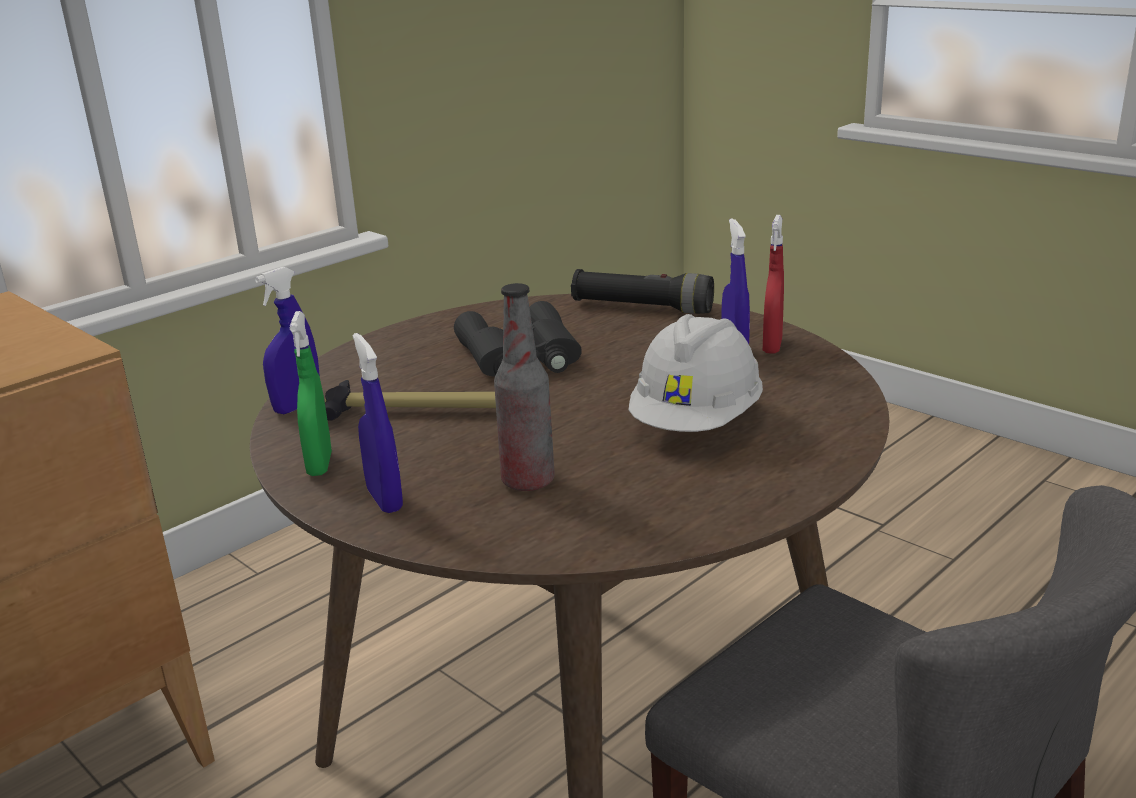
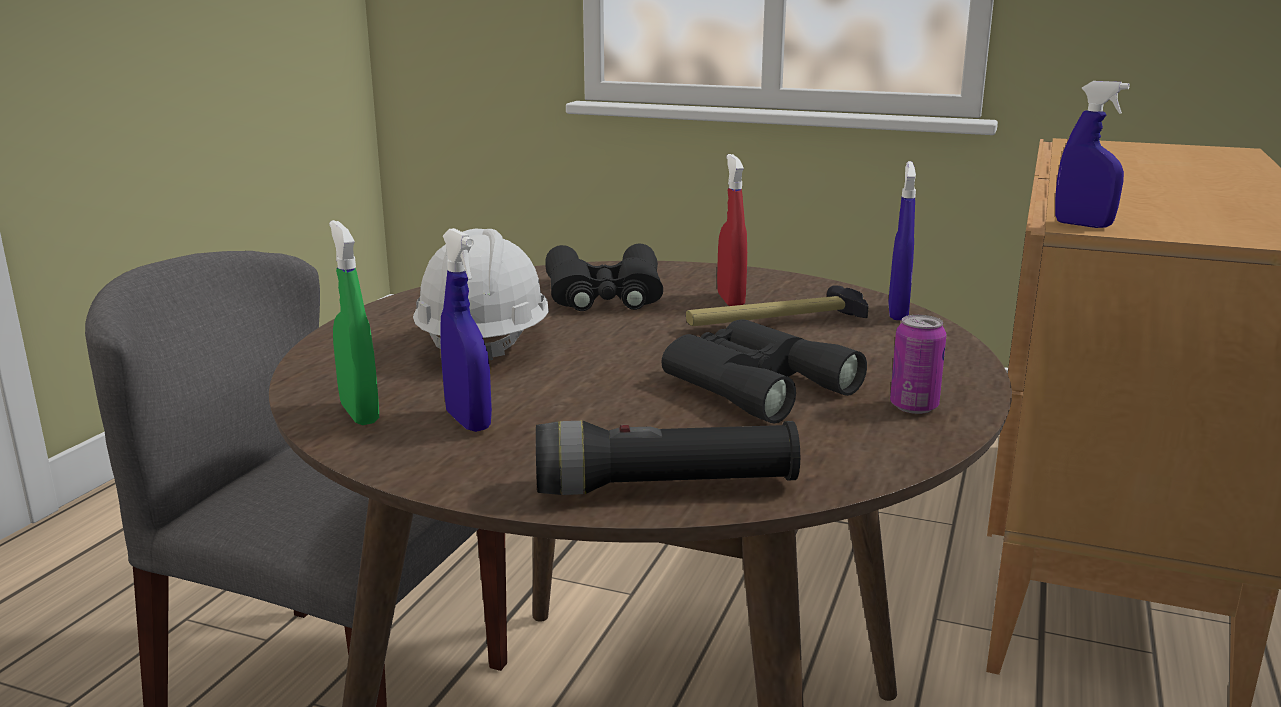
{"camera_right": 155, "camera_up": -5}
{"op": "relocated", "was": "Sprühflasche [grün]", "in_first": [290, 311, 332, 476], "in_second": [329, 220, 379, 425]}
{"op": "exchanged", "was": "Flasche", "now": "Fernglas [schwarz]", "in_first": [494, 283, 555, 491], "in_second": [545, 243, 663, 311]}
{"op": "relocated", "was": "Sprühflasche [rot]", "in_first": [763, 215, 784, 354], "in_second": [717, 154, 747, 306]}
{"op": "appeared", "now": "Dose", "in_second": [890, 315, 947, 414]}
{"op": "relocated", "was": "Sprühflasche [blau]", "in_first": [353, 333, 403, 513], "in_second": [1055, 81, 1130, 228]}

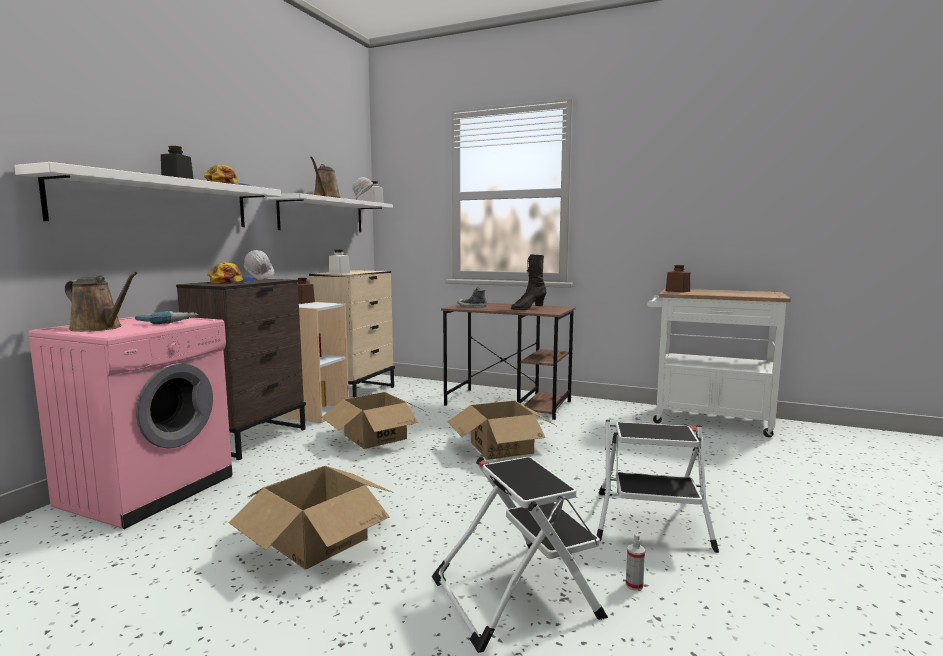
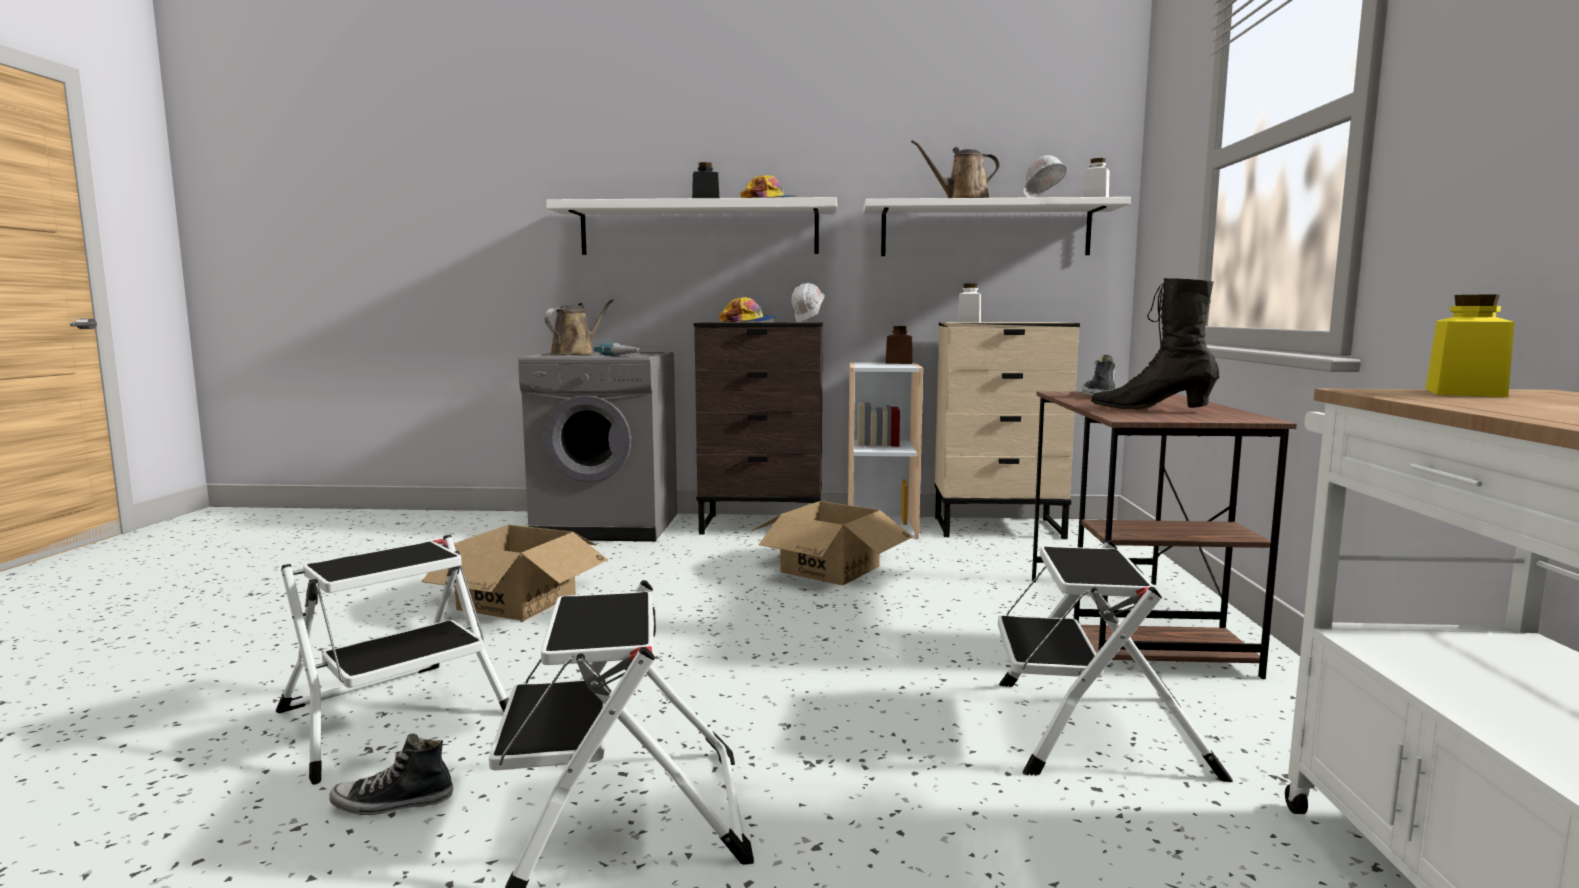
{"camera_right": 70, "camera_up": 0}
{"op": "exchanged", "was": "Sprühflasche", "now": "Schuh", "in_first": [626, 534, 645, 591], "in_second": [329, 733, 453, 815]}
{"op": "colour", "was": "Waschmaschine [rosa]", "now": "Waschmaschine [grau]", "in_first": [29, 315, 233, 529], "in_second": [518, 352, 677, 542]}
{"op": "spun", "was": "Gießkanne [braun]", "in_first": [65, 272, 137, 332], "in_second": [544, 299, 614, 355], "clockwise": -150}
{"op": "appeared", "now": "Trittleiter", "in_second": [998, 540, 1233, 782]}
{"op": "colour", "was": "Vorratsglas [braun]", "now": "Vorratsglas [gelb]", "in_first": [666, 265, 690, 293], "in_second": [1426, 295, 1514, 397]}
{"op": "missing", "was": "Karton", "in_first": [447, 401, 556, 460]}

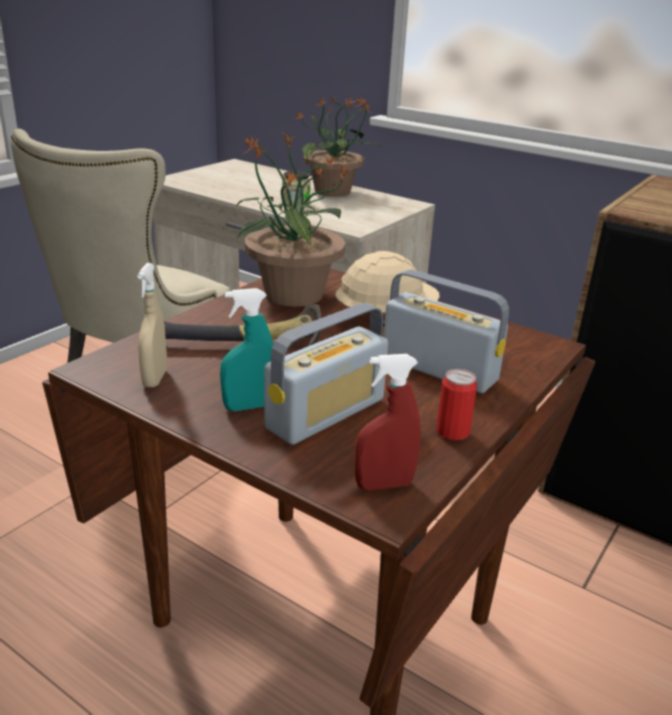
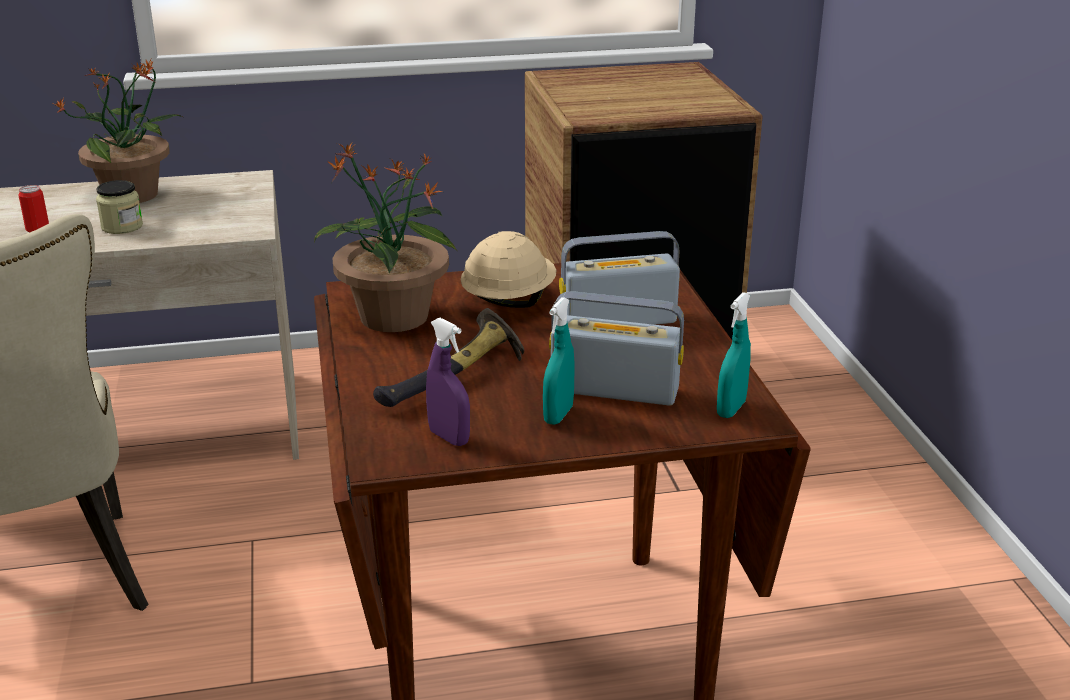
{"camera_right": -45, "camera_up": 0}
{"op": "relocated", "was": "Dose", "in_first": [436, 369, 477, 441], "in_second": [18, 185, 49, 232]}
{"op": "colour", "was": "Sprühflasche [beige]", "now": "Sprühflasche [lila]", "in_first": [137, 263, 167, 387], "in_second": [426, 318, 470, 446]}
{"op": "spun", "was": "Radio", "in_first": [264, 303, 388, 445], "in_second": [549, 292, 684, 406], "clockwise": -75}
{"op": "colour", "was": "Sprühflasche [rot]", "now": "Sprühflasche [türkis]", "in_first": [355, 354, 421, 490], "in_second": [717, 292, 751, 418]}

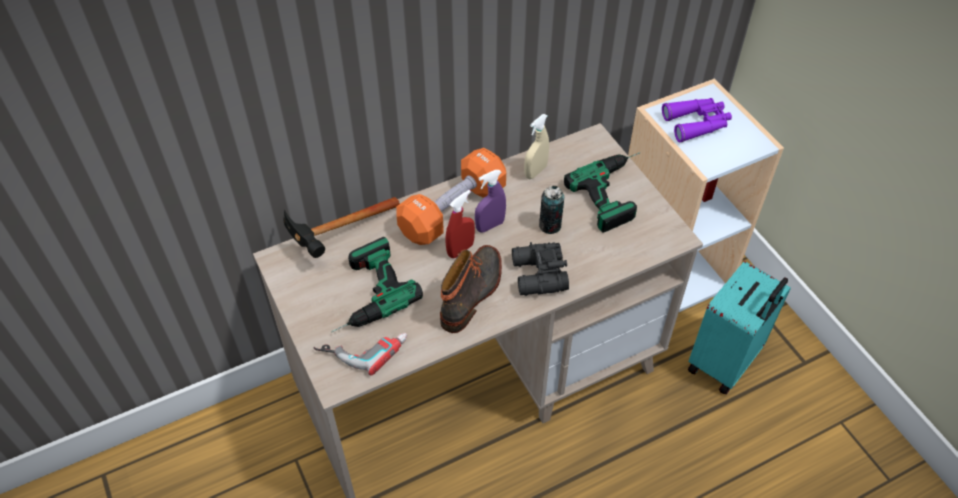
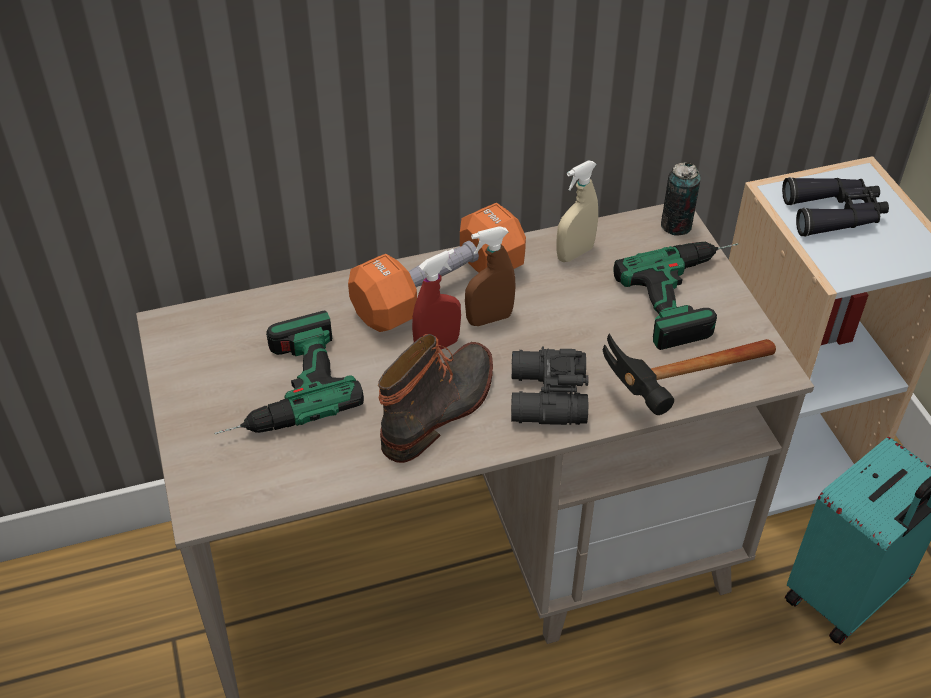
{"camera_right": 10, "camera_up": -5}
{"op": "colour", "was": "Sprühflasche [lila]", "now": "Sprühflasche [braun]", "in_first": [475, 170, 506, 232], "in_second": [465, 226, 515, 326]}
{"op": "relocated", "was": "Hammer", "in_first": [283, 197, 400, 258], "in_second": [603, 333, 776, 415]}
{"op": "relocated", "was": "Dose", "in_first": [539, 186, 564, 234], "in_second": [661, 162, 701, 236]}
{"op": "colour", "was": "Fernglas [lila]", "now": "Fernglas [schwarz]", "in_first": [662, 98, 732, 142], "in_second": [782, 177, 889, 237]}
{"op": "missing", "was": "Bohrmaschine", "in_first": [313, 333, 407, 376]}

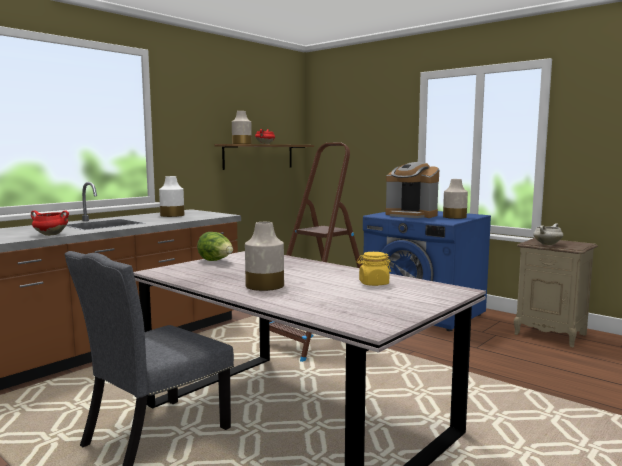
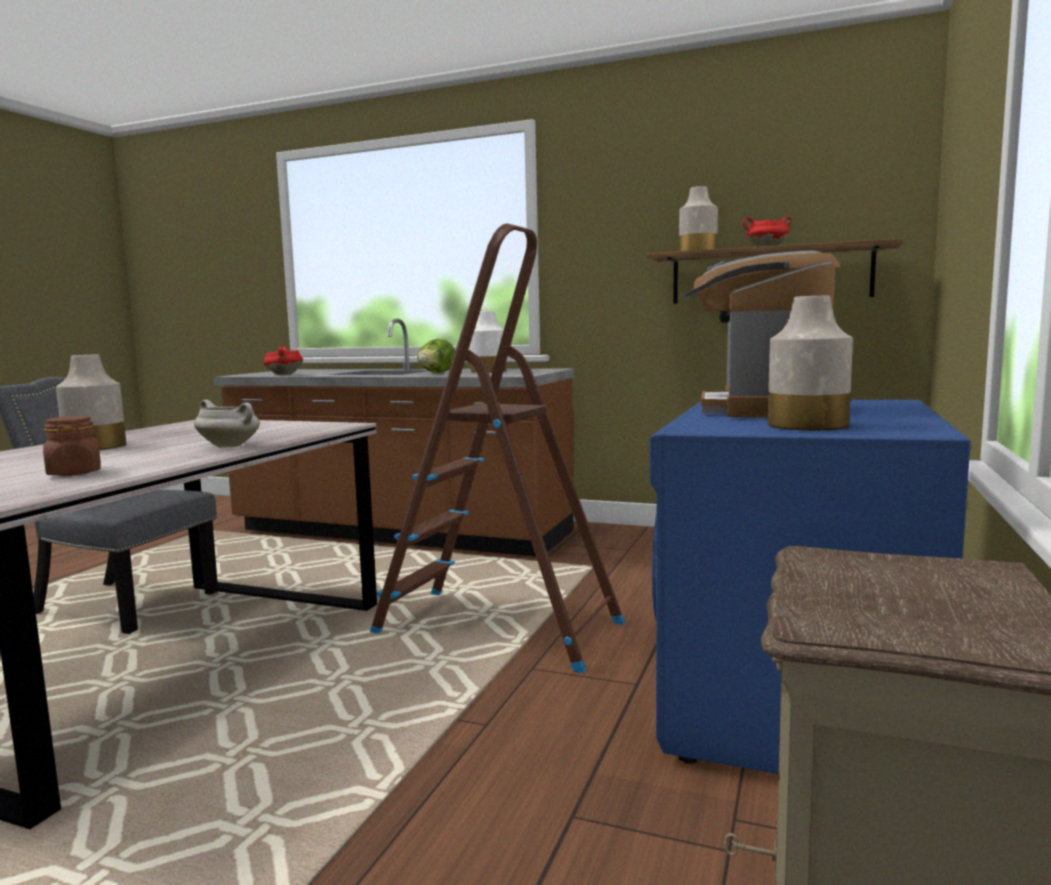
{"camera_right": 70, "camera_up": 0}
{"op": "colour", "was": "Vorratsglas [gelb]", "now": "Vorratsglas [braun]", "in_first": [357, 252, 391, 286], "in_second": [43, 416, 101, 476]}
{"op": "relocated", "was": "Kochtopf [weiß]", "in_first": [533, 224, 563, 245], "in_second": [194, 400, 260, 447]}
{"op": "relocated", "was": "Salatkopf", "in_first": [197, 232, 233, 261], "in_second": [417, 339, 455, 373]}

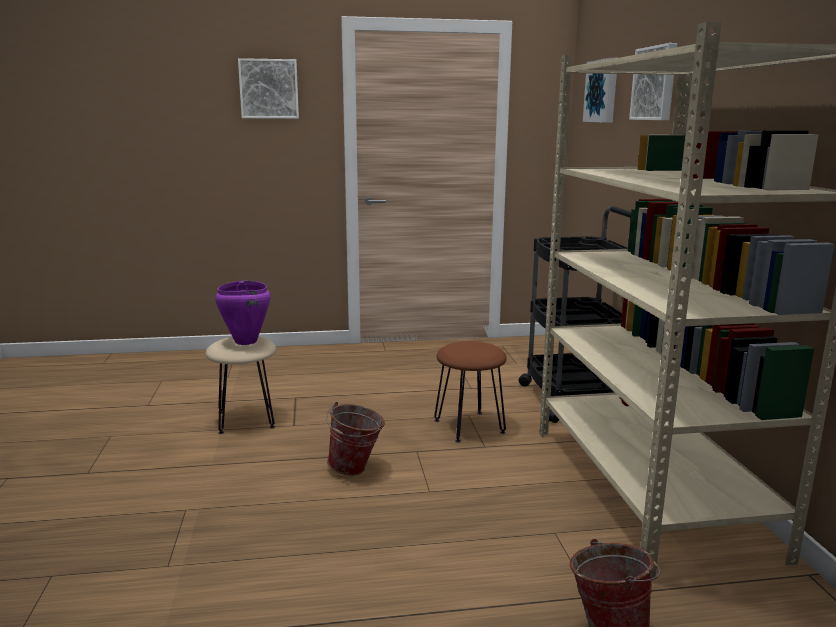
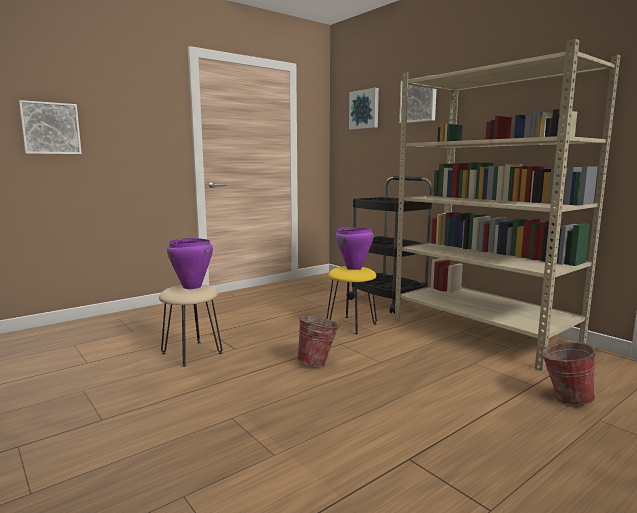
{"camera_right": -30, "camera_up": -5}
{"op": "relocated", "was": "Bild", "in_first": [238, 58, 299, 119], "in_second": [19, 100, 82, 154]}
{"op": "colour", "was": "Hocker [braun]", "now": "Hocker [gelb]", "in_first": [434, 341, 506, 443], "in_second": [326, 266, 377, 334]}
{"op": "appeared", "now": "Kochtopf [lila]", "in_second": [336, 227, 374, 270]}

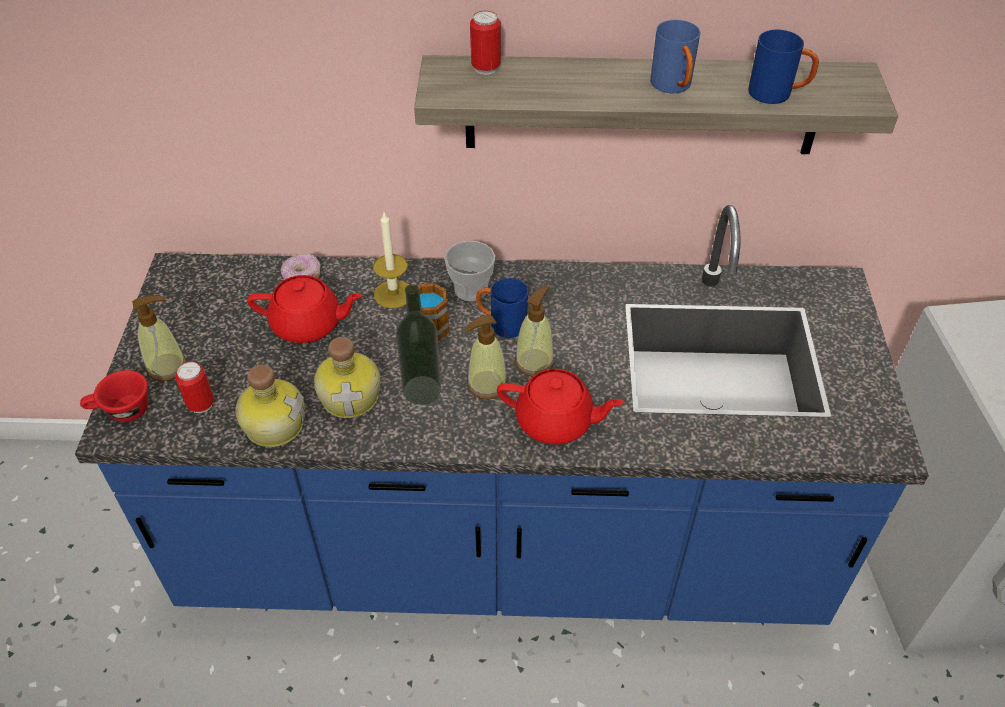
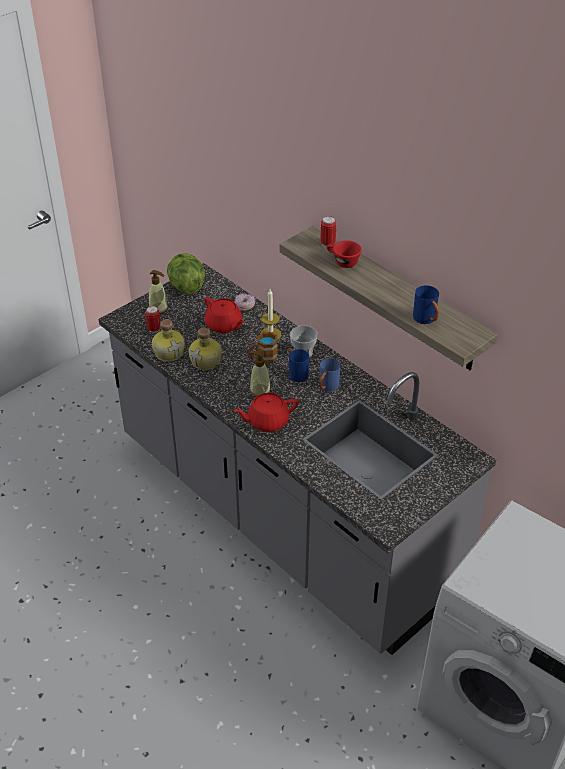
{"camera_right": 45, "camera_up": -5}
{"op": "colour", "was": "Küchenzeile [blau]", "now": "Küchenzeile [grau]", "in_first": [75, 205, 929, 625], "in_second": [99, 263, 496, 655]}
{"op": "appeared", "now": "Salatkopf", "in_second": [167, 253, 205, 295]}
{"op": "spun", "was": "Teekanne [rot]", "in_first": [497, 369, 625, 445], "in_second": [234, 393, 298, 432], "clockwise": 105}
{"op": "relocated", "was": "Henkelbecher [blau]", "in_first": [650, 20, 700, 93], "in_second": [319, 358, 340, 392]}
{"op": "relocated", "was": "Tasse [rot]", "in_first": [80, 370, 148, 422], "in_second": [327, 240, 362, 268]}
{"op": "missing", "was": "Flasche", "in_first": [396, 284, 441, 405]}
{"op": "missing", "was": "Seifenspender", "in_first": [515, 285, 554, 377]}

